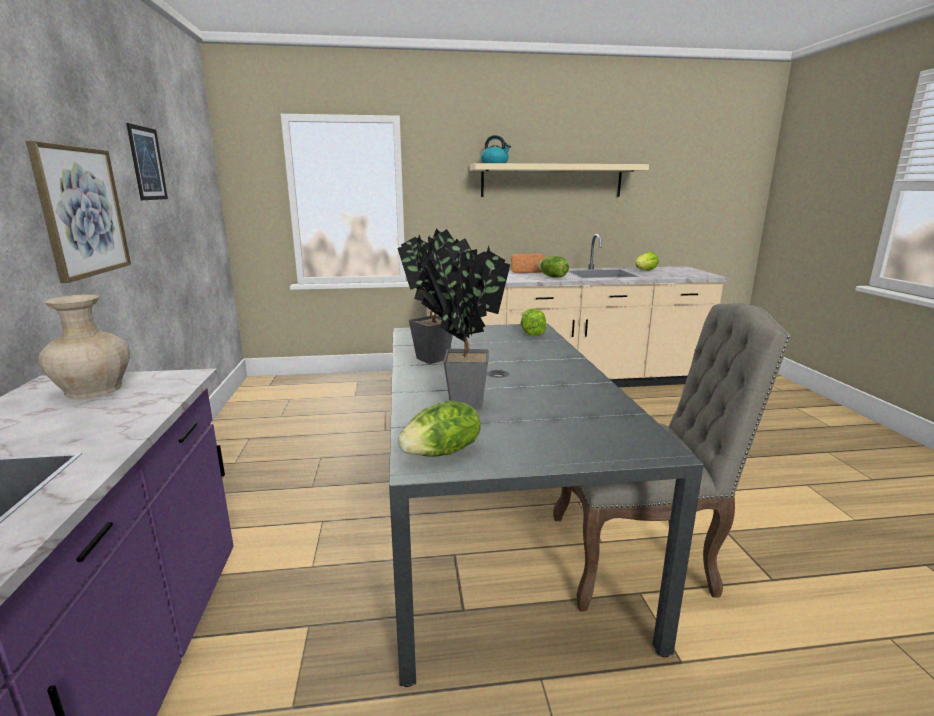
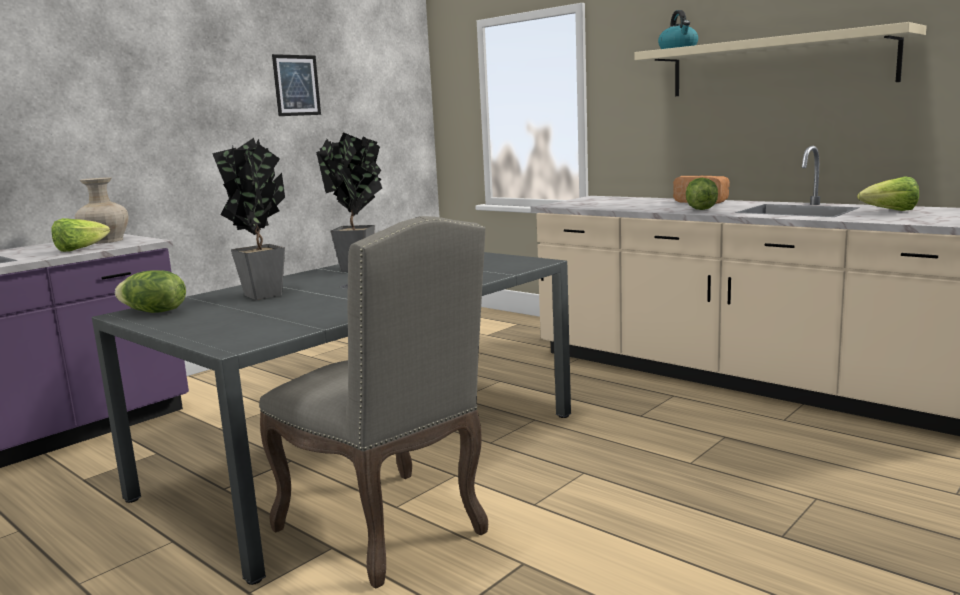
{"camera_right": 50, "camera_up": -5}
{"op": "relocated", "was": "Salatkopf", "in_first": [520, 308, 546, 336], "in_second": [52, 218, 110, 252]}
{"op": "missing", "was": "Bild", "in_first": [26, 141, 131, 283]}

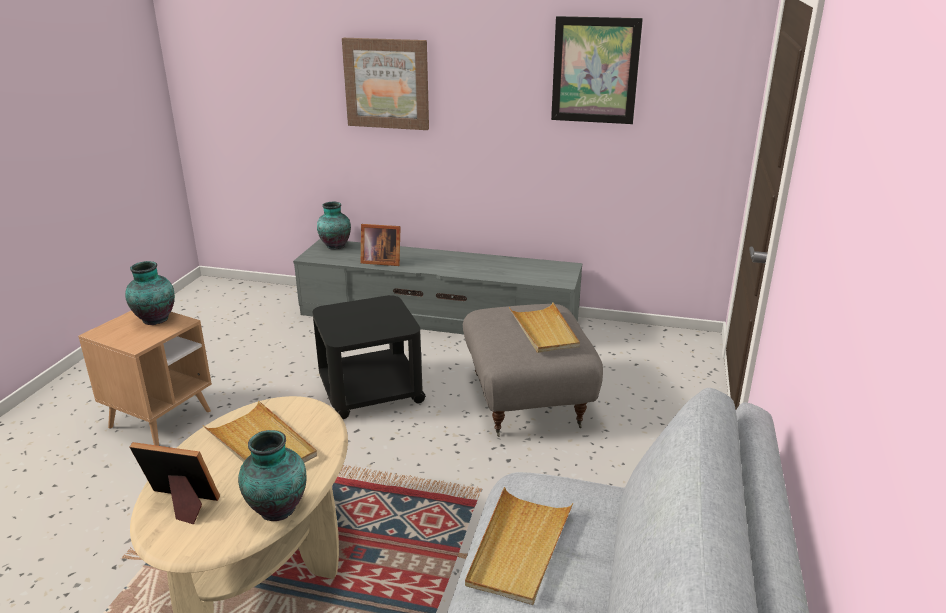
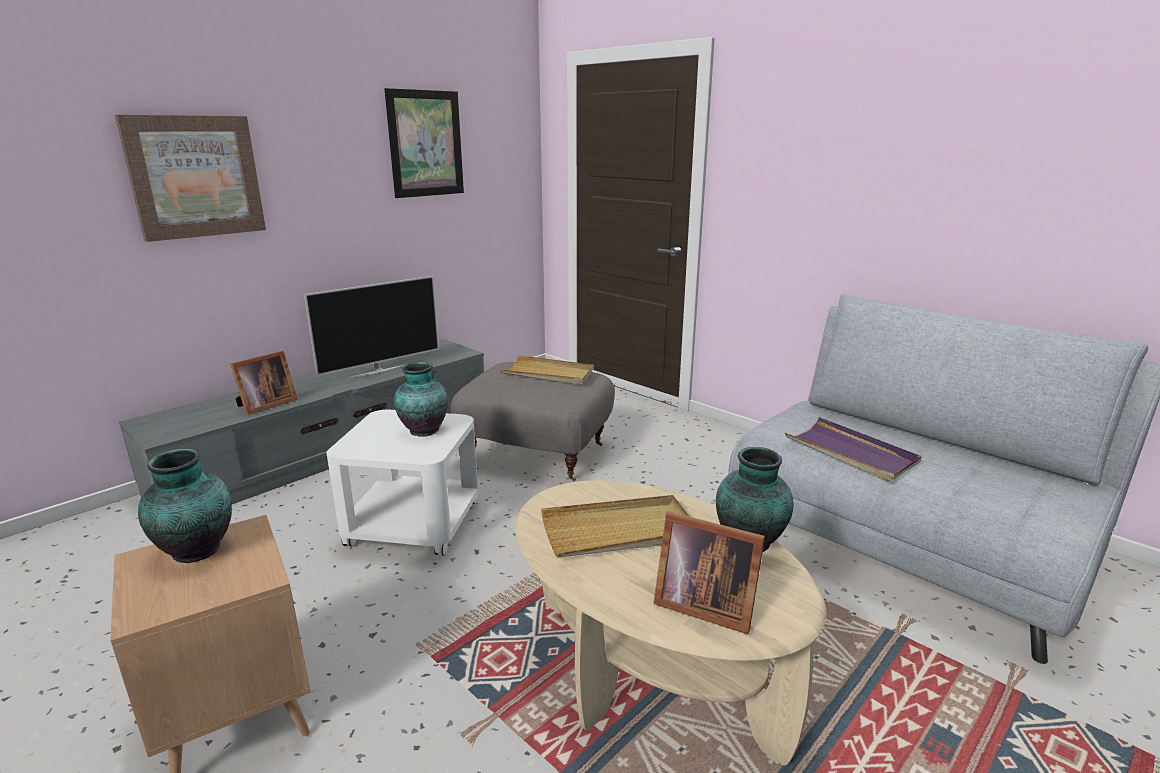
{"camera_right": -60, "camera_up": -5}
{"op": "appeared", "now": "Fernseher", "in_second": [304, 276, 439, 378]}
{"op": "colour", "was": "Beistelltisch [schwarz]", "now": "Beistelltisch [weiß]", "in_first": [313, 295, 426, 419], "in_second": [327, 410, 478, 556]}
{"op": "relocated", "was": "Vase", "in_first": [317, 202, 351, 249], "in_second": [394, 362, 448, 437]}
{"op": "spun", "was": "Bilderrahmen", "in_first": [130, 442, 220, 524], "in_second": [653, 511, 765, 634], "clockwise": -105}
{"op": "colour", "was": "Tablett [beige]", "now": "Tablett [lila]", "in_first": [465, 487, 573, 605], "in_second": [785, 417, 922, 482]}

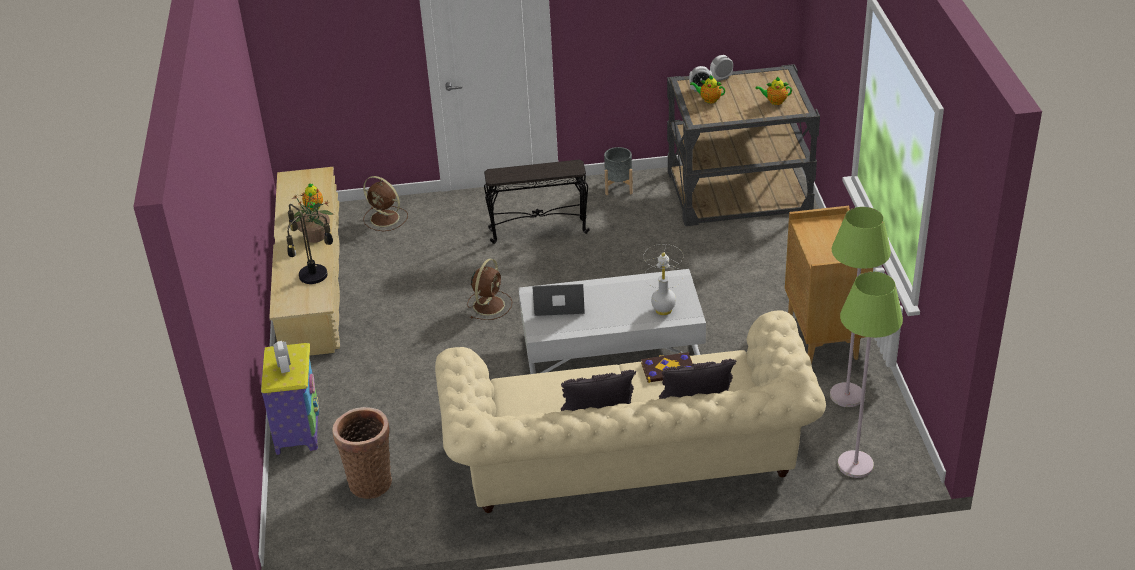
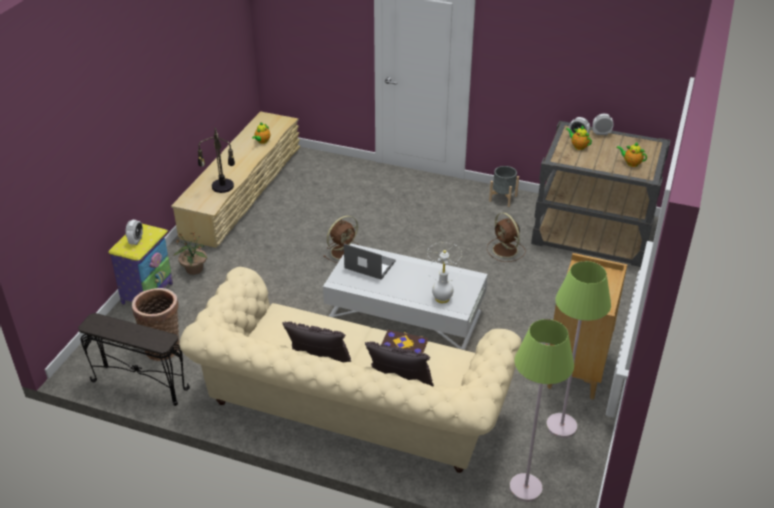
{"camera_right": 25, "camera_up": 0}
{"op": "relocated", "was": "Beistelltisch [schwarz]", "in_first": [484, 160, 590, 244], "in_second": [78, 313, 190, 406]}
{"op": "relocated", "was": "Topfpflanze", "in_first": [294, 191, 334, 243], "in_second": [174, 232, 207, 275]}
{"op": "relocated", "was": "Ventilator [braun]", "in_first": [363, 176, 408, 231], "in_second": [487, 212, 525, 262]}

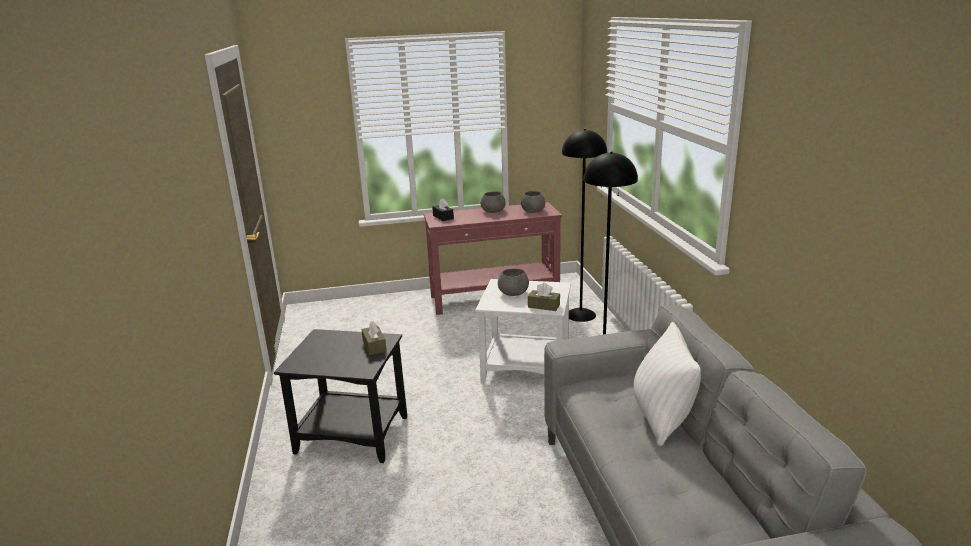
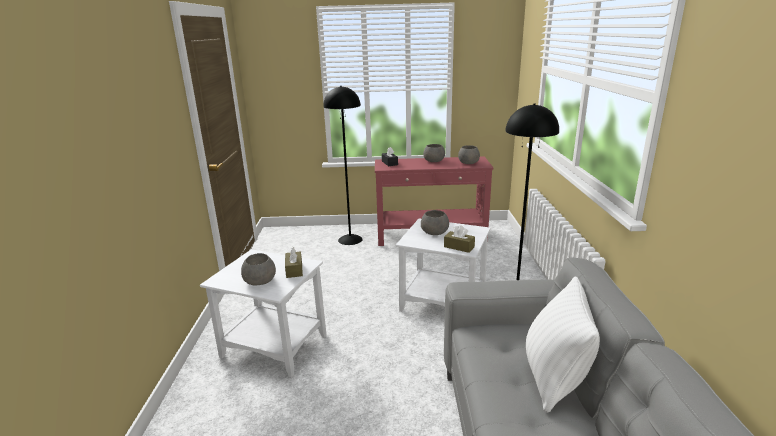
{"camera_right": 10, "camera_up": 0}
{"op": "colour", "was": "Beistelltisch [schwarz]", "now": "Beistelltisch [weiß]", "in_first": [274, 329, 407, 463], "in_second": [200, 249, 326, 377]}
{"op": "appeared", "now": "Schüssel [grau]", "in_second": [241, 253, 276, 285]}
{"op": "relocated", "was": "Stehlampe [schwarz]", "in_first": [562, 129, 607, 322], "in_second": [323, 86, 363, 245]}

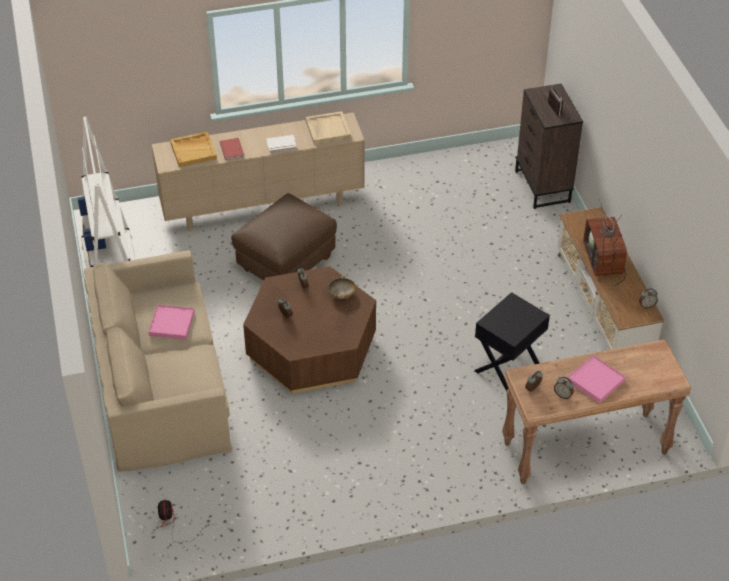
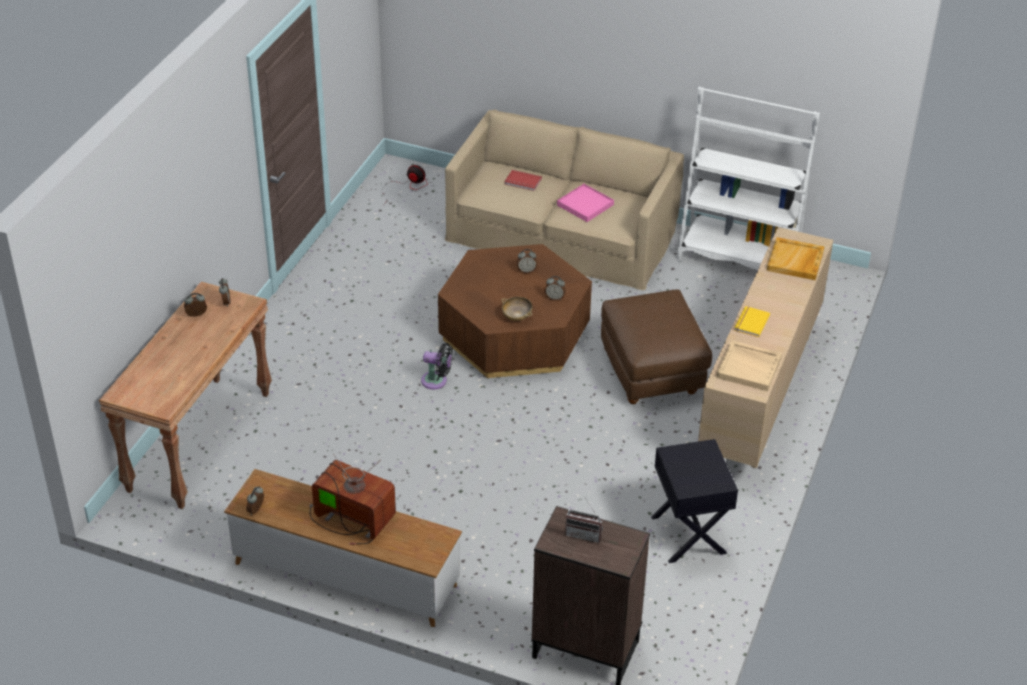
{"camera_right": 125, "camera_up": -5}
{"op": "appeared", "now": "Ventilator [schwarz]", "in_second": [421, 343, 453, 389]}
{"op": "relocated", "was": "Buch [rot]", "in_first": [220, 138, 244, 160], "in_second": [504, 170, 542, 191]}
{"op": "relocated", "was": "Beistelltisch [schwarz]", "in_first": [474, 292, 550, 390], "in_second": [651, 439, 738, 563]}
{"op": "colour", "was": "Buch [weiß]", "now": "Buch [gelb]", "in_first": [266, 135, 297, 153], "in_second": [734, 306, 770, 337]}
{"op": "missing", "was": "Tablett [rosa]", "in_first": [567, 355, 626, 403]}

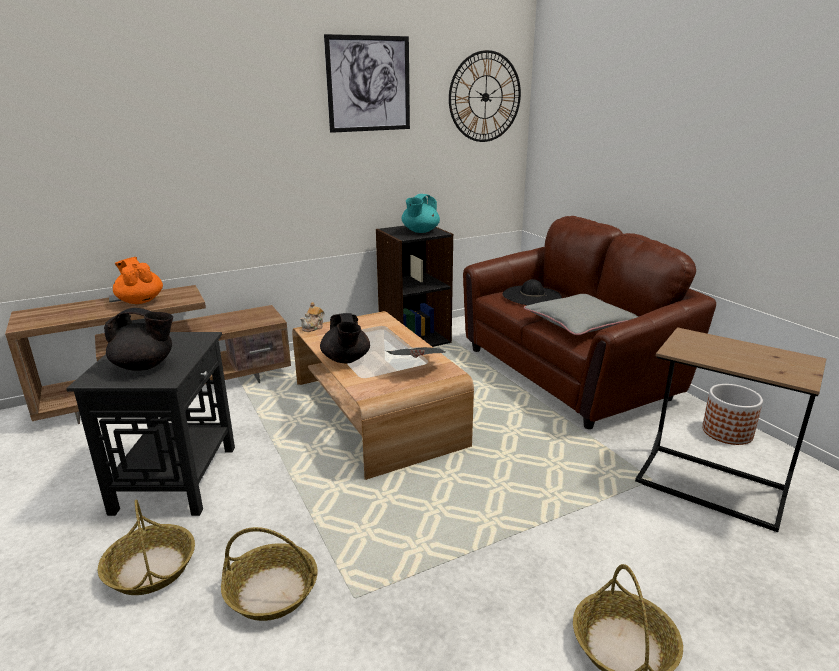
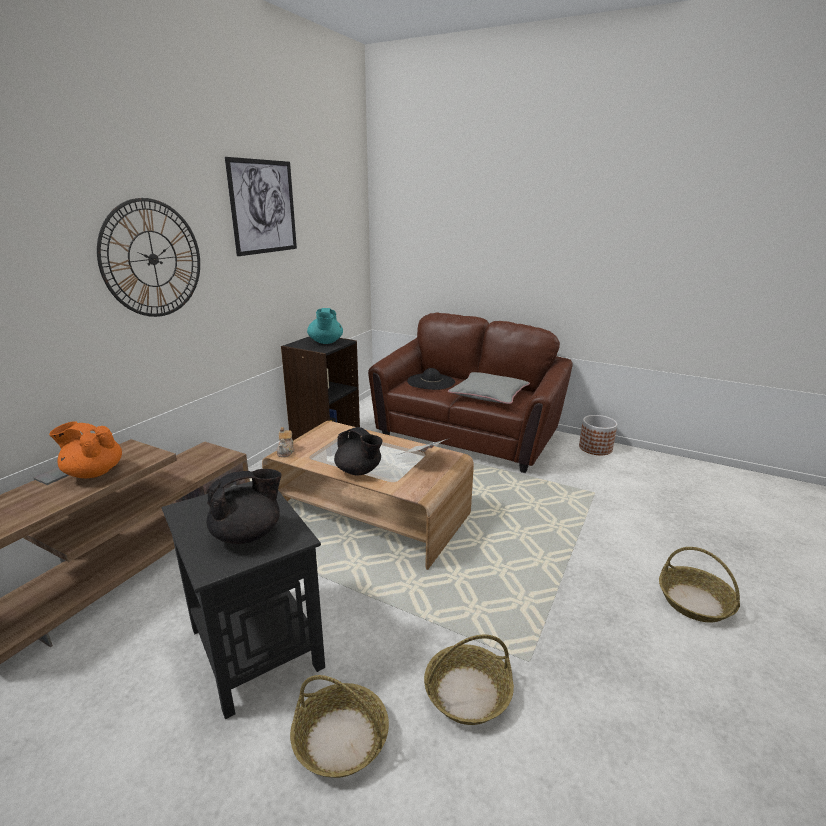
{"camera_right": -35, "camera_up": 0}
{"op": "relocated", "was": "Wanduhr", "in_first": [449, 50, 521, 142], "in_second": [97, 198, 200, 317]}
{"op": "missing", "was": "Beistelltisch [braun]", "in_first": [635, 327, 826, 532]}

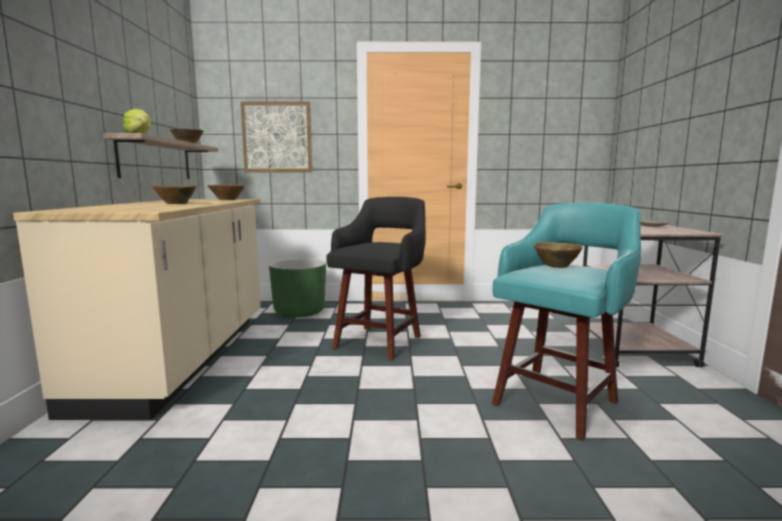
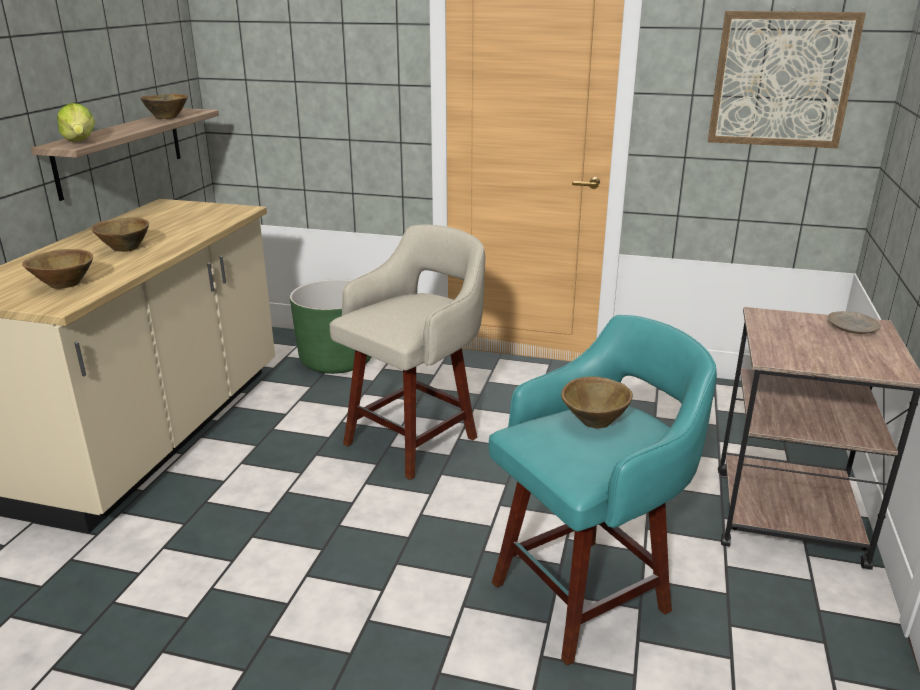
{"camera_right": 15, "camera_up": 15}
{"op": "relocated", "was": "Schüssel [braun]", "in_first": [208, 185, 245, 200], "in_second": [22, 249, 93, 289]}
{"op": "colour", "was": "Hocker [schwarz]", "now": "Hocker [beige]", "in_first": [327, 197, 426, 360], "in_second": [330, 224, 485, 480]}
{"op": "relocated", "was": "Bild", "in_first": [240, 100, 312, 172], "in_second": [708, 8, 866, 148]}

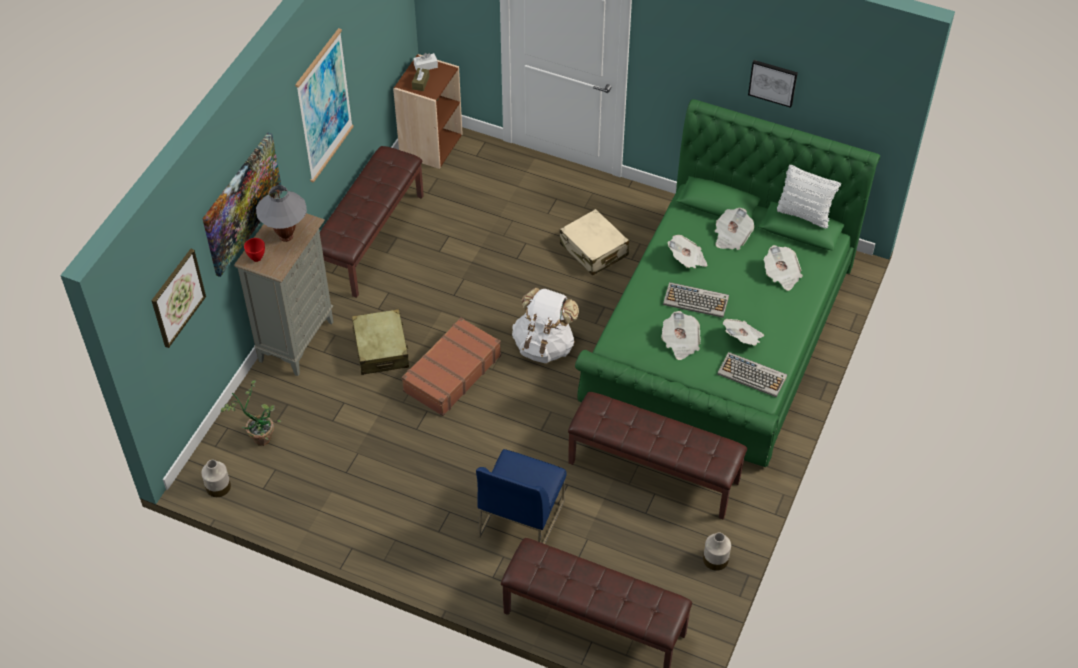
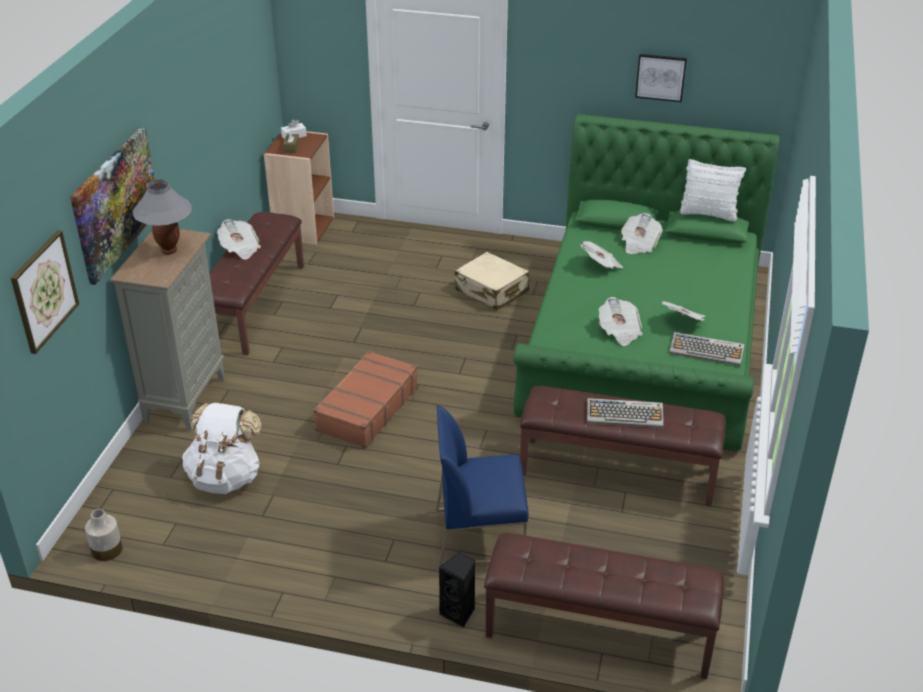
{"camera_right": -10, "camera_up": -15}
{"op": "relocated", "was": "Rucksack [weiß]", "in_first": [512, 288, 579, 363], "in_second": [182, 403, 261, 494]}
{"op": "relocated", "was": "Zeitung", "in_first": [764, 245, 803, 291], "in_second": [217, 219, 261, 260]}
{"op": "spun", "was": "Stuhl [blau]", "in_first": [476, 449, 567, 544], "in_second": [436, 405, 528, 566], "clockwise": 75}
{"op": "appeared", "now": "Lautsprecher [schwarz]", "in_second": [439, 552, 475, 628]}
{"op": "relocated", "was": "Tastatur", "in_first": [663, 282, 729, 318], "in_second": [587, 398, 664, 428]}
{"op": "missing", "was": "Topfpflanze", "in_first": [221, 380, 281, 446]}
{"op": "missing", "was": "Schüssel [rot]", "in_first": [244, 238, 265, 262]}
{"op": "missing", "was": "Bild", "in_first": [295, 28, 354, 183]}
{"op": "missing", "was": "Koffer [beige]", "in_first": [352, 309, 409, 375]}
{"op": "missing", "was": "Vase [beige]", "in_first": [703, 533, 731, 571]}

